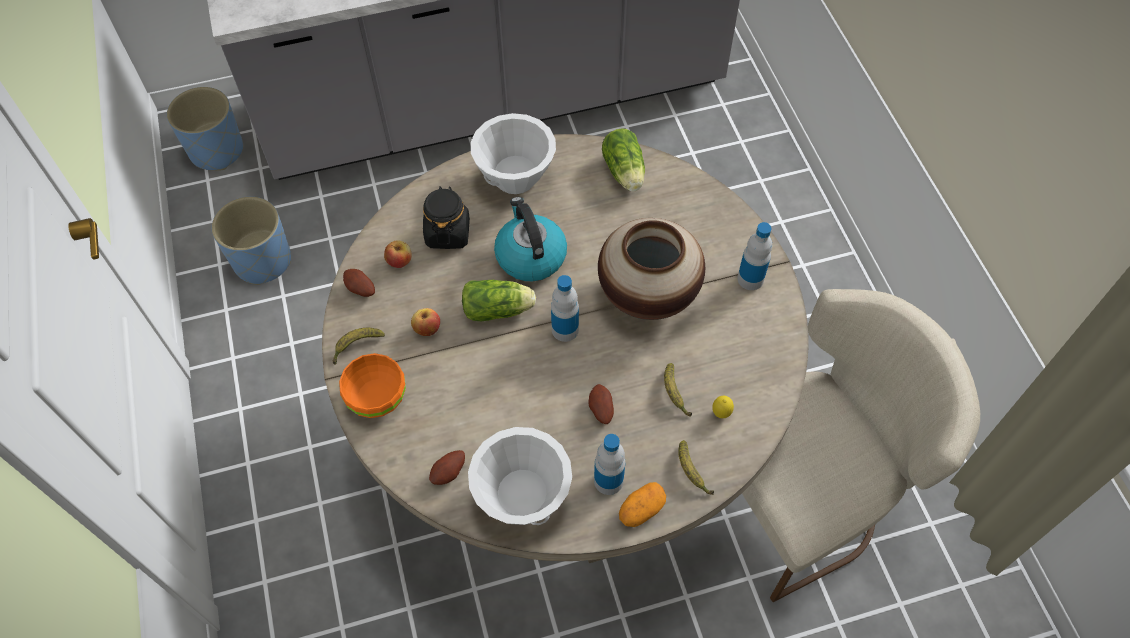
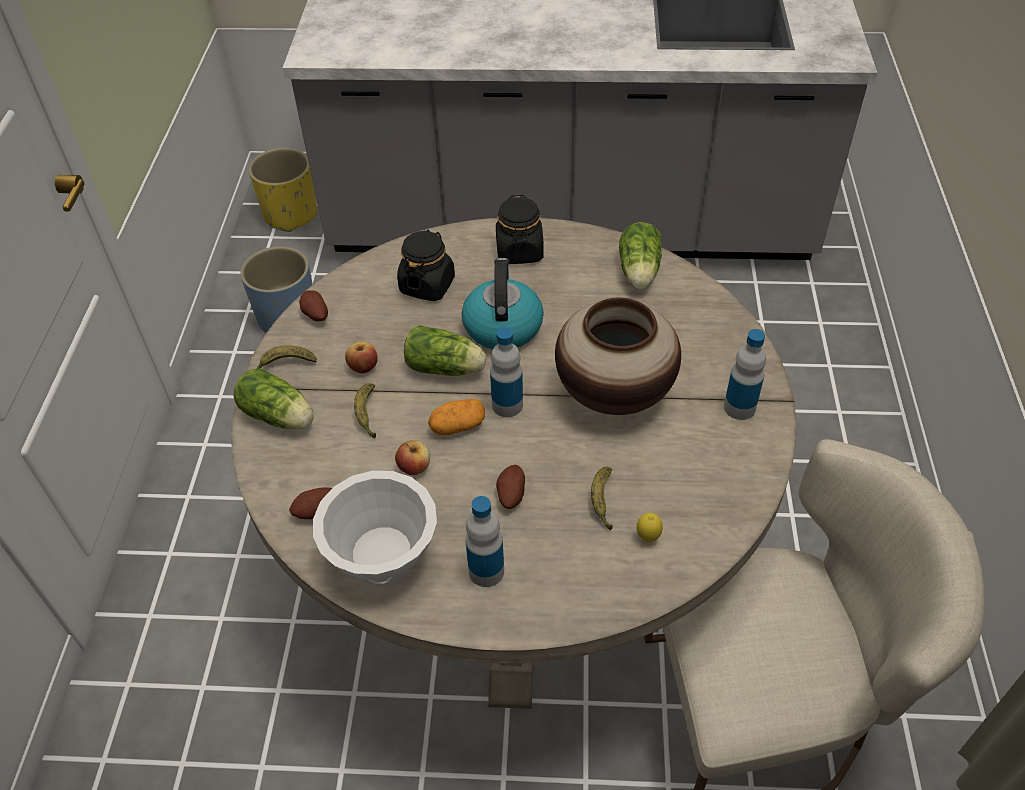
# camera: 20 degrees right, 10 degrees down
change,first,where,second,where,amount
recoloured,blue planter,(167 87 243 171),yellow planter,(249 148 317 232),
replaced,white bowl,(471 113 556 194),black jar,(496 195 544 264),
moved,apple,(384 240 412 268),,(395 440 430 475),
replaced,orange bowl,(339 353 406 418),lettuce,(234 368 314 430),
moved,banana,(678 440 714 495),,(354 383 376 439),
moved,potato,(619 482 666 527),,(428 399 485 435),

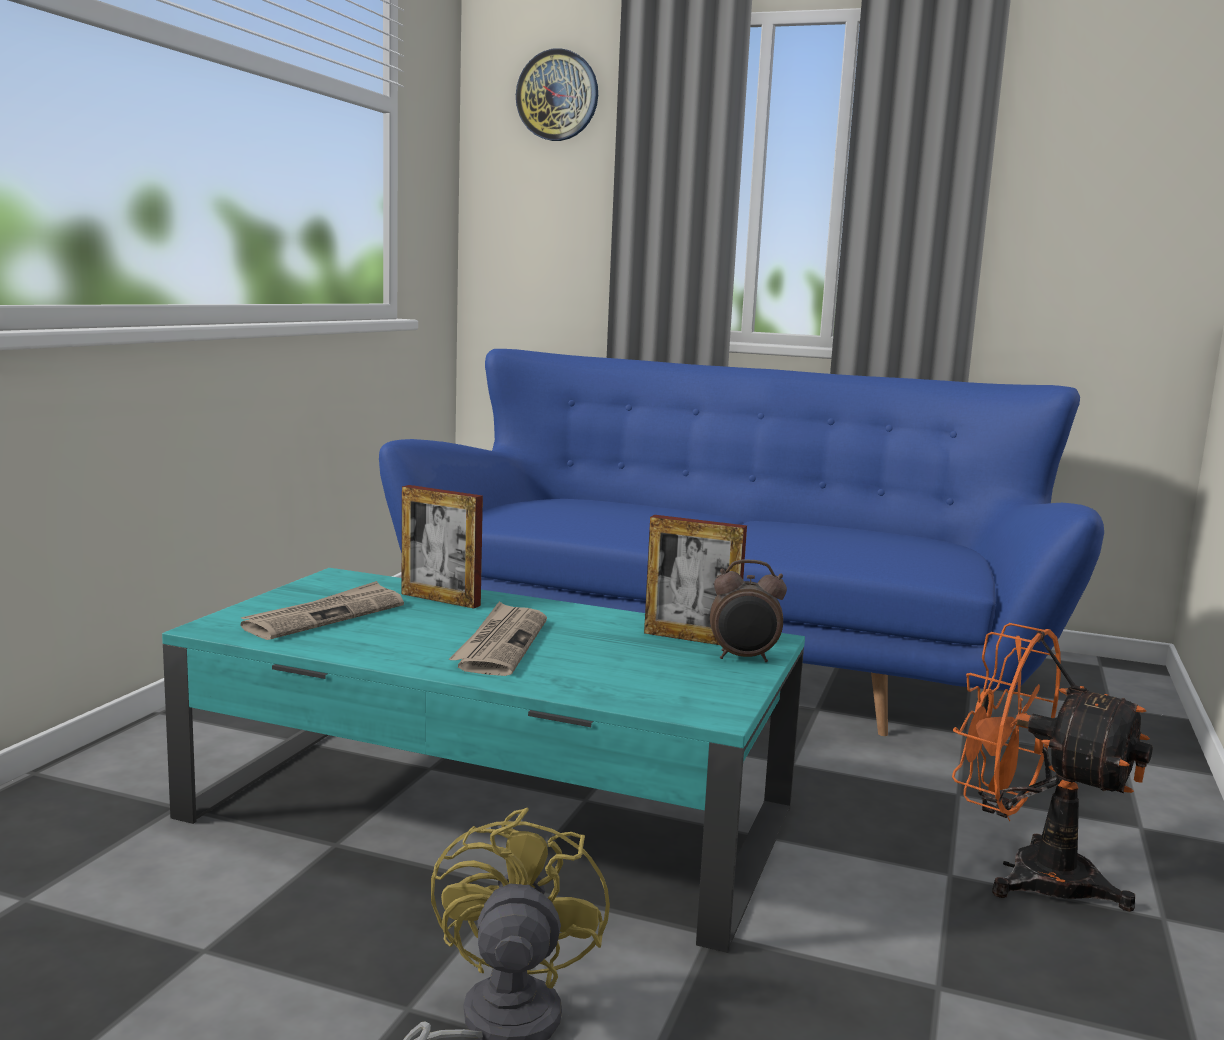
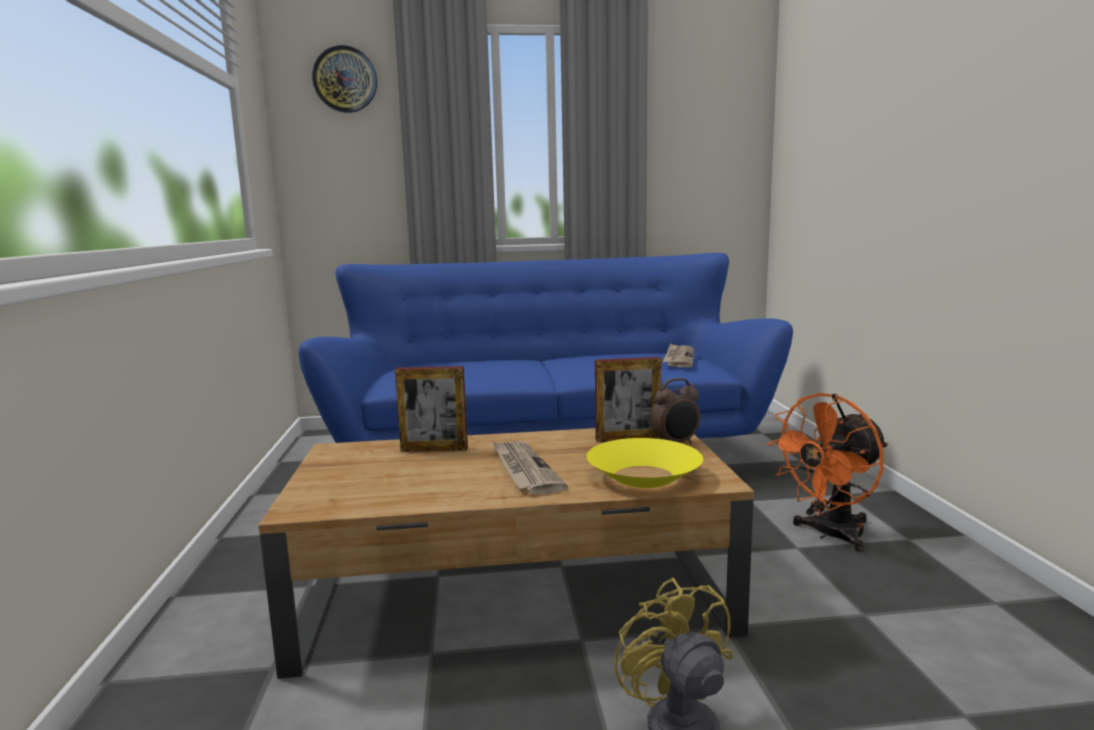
# camera: 25 degrees left, 0 degrees up
change,first,where,second,where,amount
recoloured,turquoise coffee table,(162 568 805 953),brown coffee table,(258 428 754 679),
moved,newspaper,(241 581 404 640),,(662 343 694 367),
turned,orange fan,(952 623 1153 912),,(767 393 888 552),45 degrees counterclockwise
added,,,yellow bowl,(586 438 703 488),

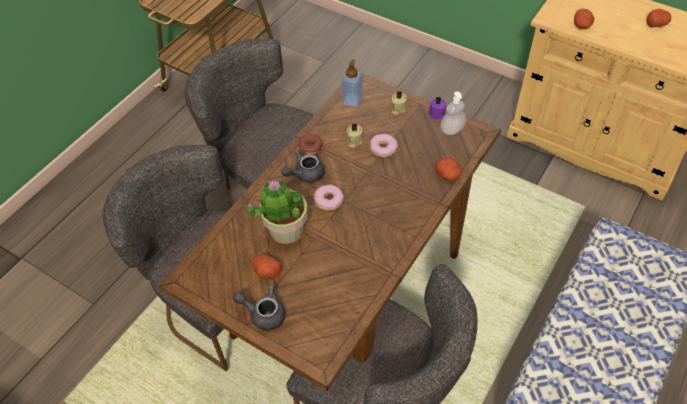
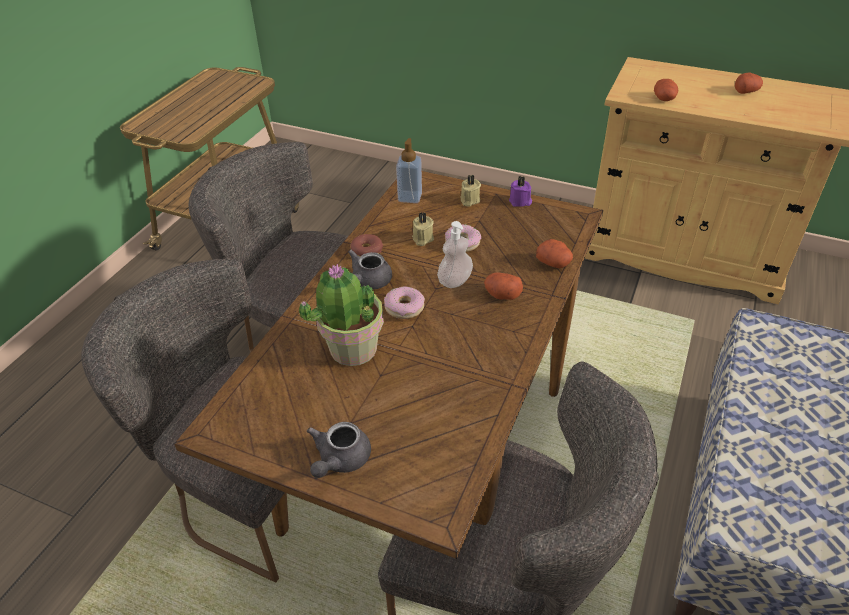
# camera: 10 degrees left, 10 degrees down
change,first,where,second,where,amount
moved,soap dispenser,(440 91 466 135),,(437 221 473 288),
moved,potato,(252 254 282 279),,(484 272 523 300),
turned,grey teapot,(233 285 286 331),,(307 422 371 478),75 degrees counterclockwise

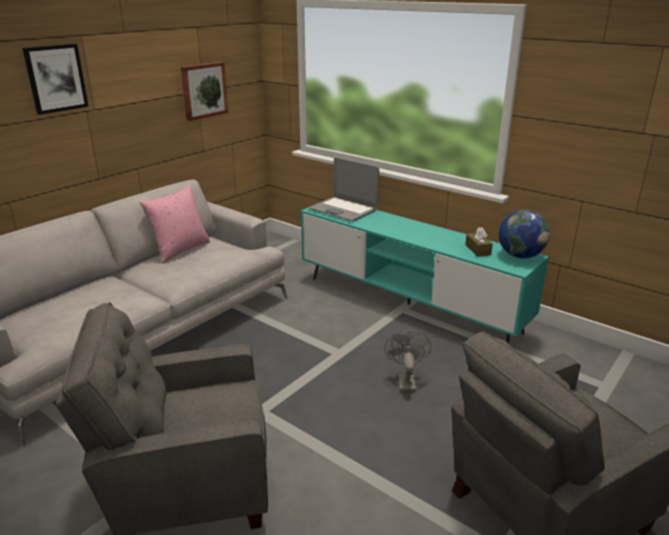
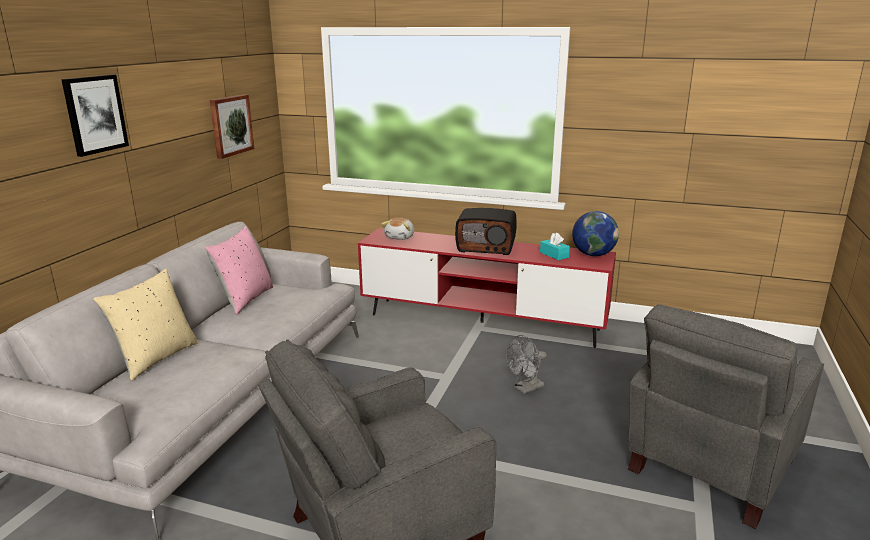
# camera: 20 degrees left, 5 degrees down
change,first,where,second,where,amount
replaced,laptop,(309 158 379 221),plush toy,(382 218 414 240),
recoloured,turquoise tv stand,(301 207 549 343),red tv stand,(358 228 616 348),
recoloured,brown tissue box,(465 227 493 257),turquoise tissue box,(540 233 570 260),
turned,grey fan,(384 330 431 392),,(506 335 547 394),105 degrees counterclockwise
added,,,radio,(455 208 517 255),
added,,,beige pillow,(93 268 198 381),

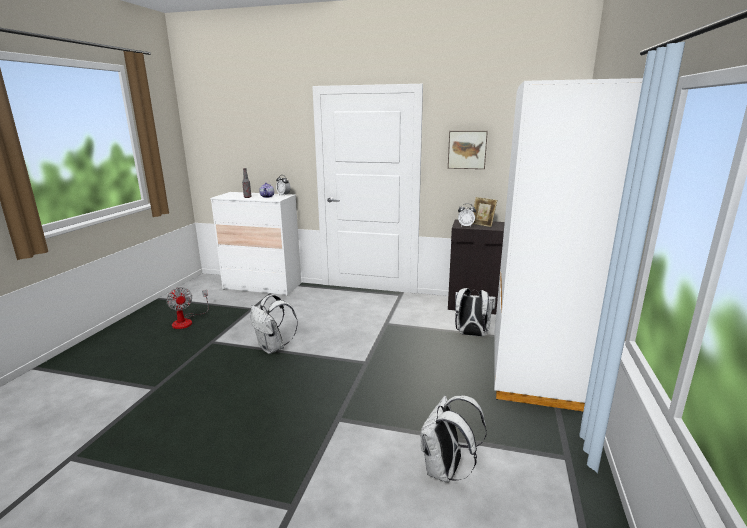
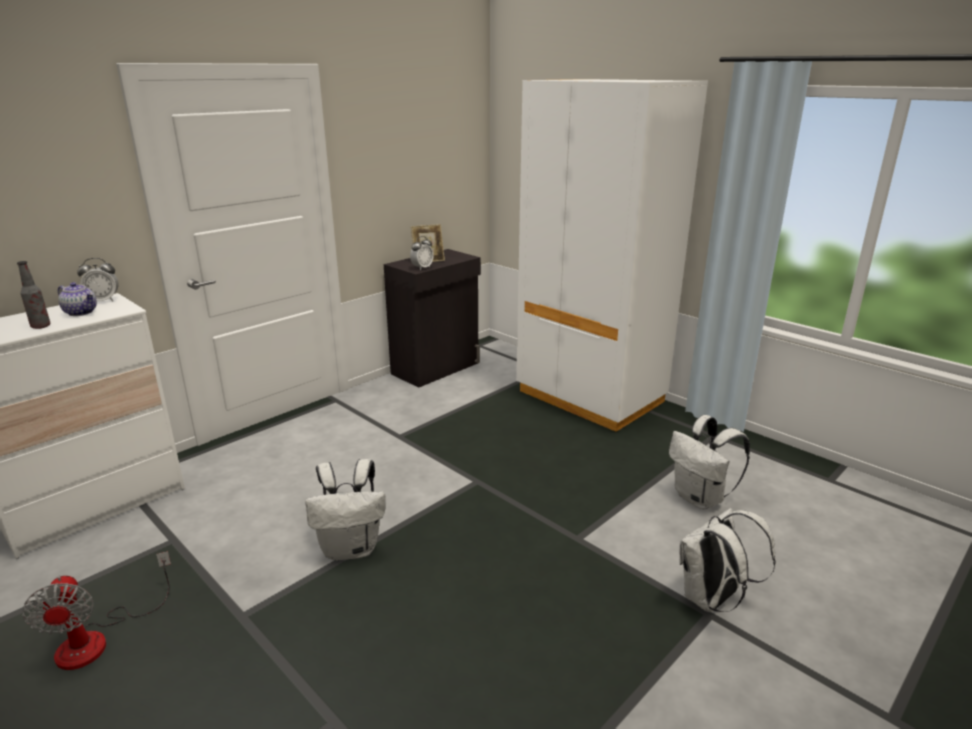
# camera: 60 degrees left, 5 degrees up
change,first,where,second,where,amount
removed,picture,(448 131 488 169),,,
turned,fan,(166 287 209 329),,(22 551 171 670),75 degrees clockwise
moved,white backpack,(455 288 496 337),,(679 508 776 612),

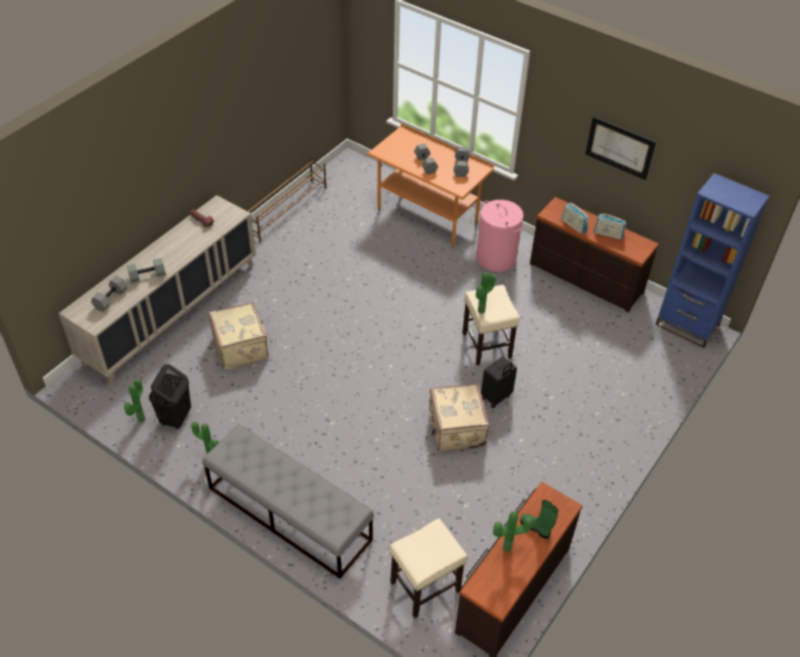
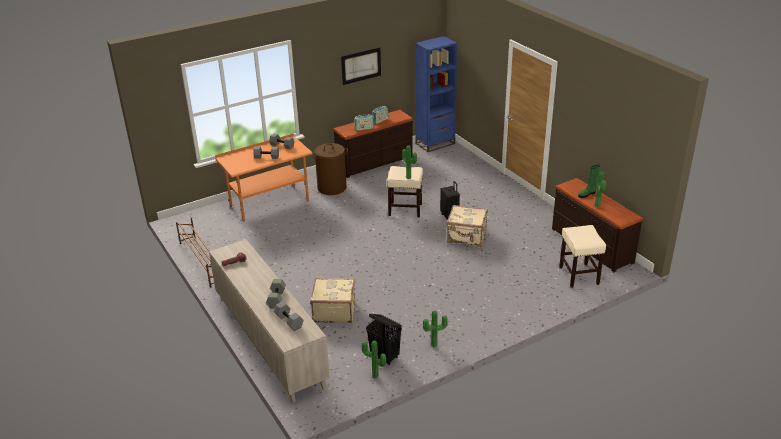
# camera: 65 degrees left, 15 degrees down
change,first,where,second,where,amount
recoloured,pink laundry basket,(476 200 524 272),brown laundry basket,(312 143 348 195),
removed,grey bench,(202 424 374 579),,,

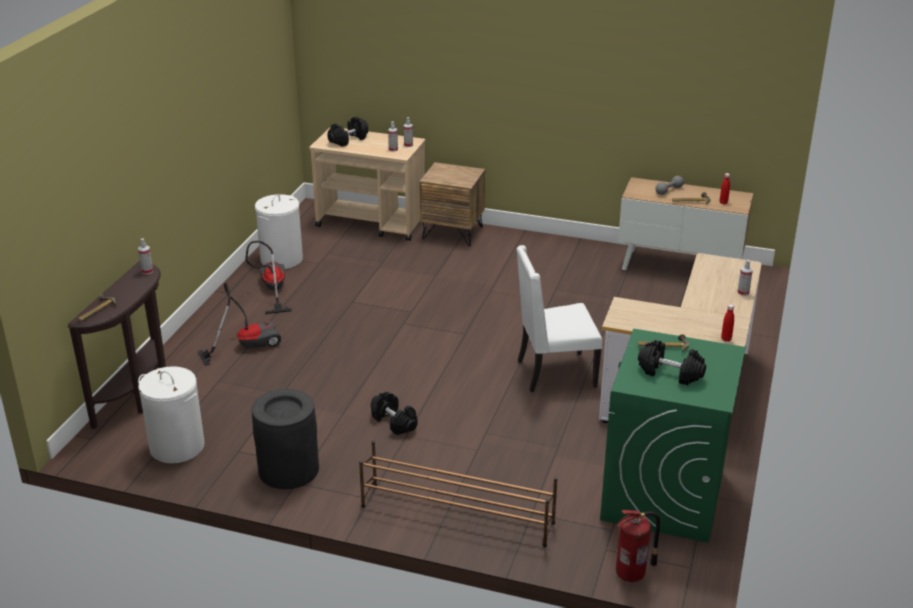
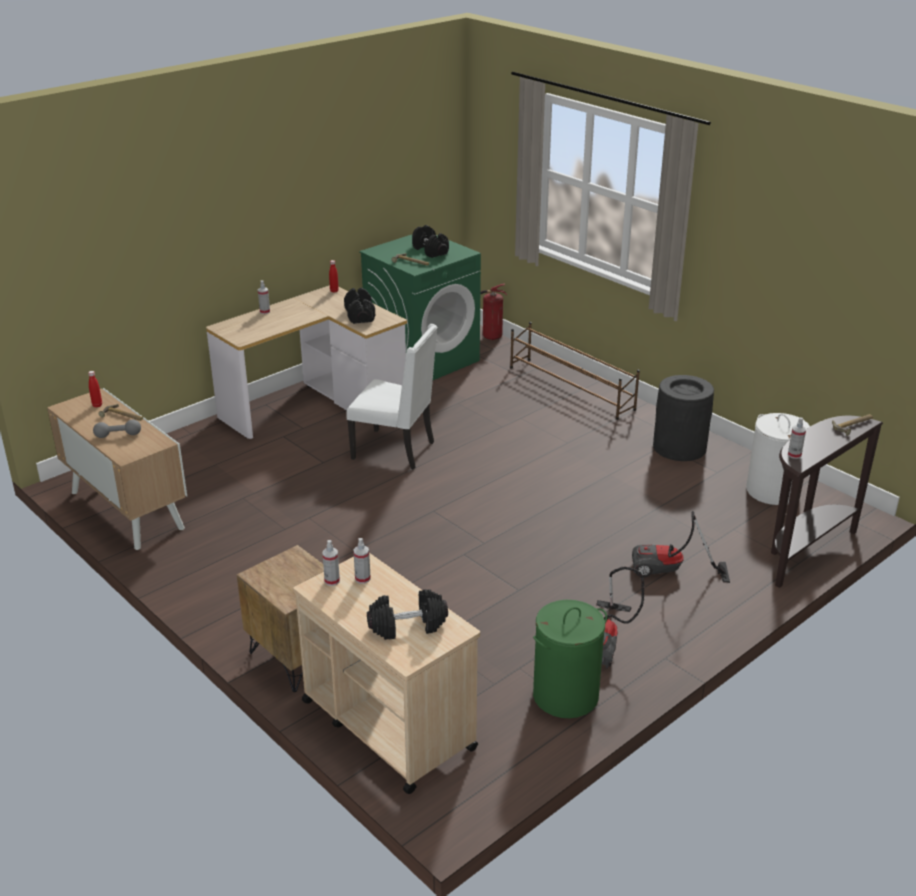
# camera: 150 degrees left, 0 degrees up
change,first,where,second,where,amount
recoloured,white laundry basket,(255 194 303 269),green laundry basket,(533 600 607 718),
moved,black dumbbell,(371 392 418 435),,(344 288 375 324),

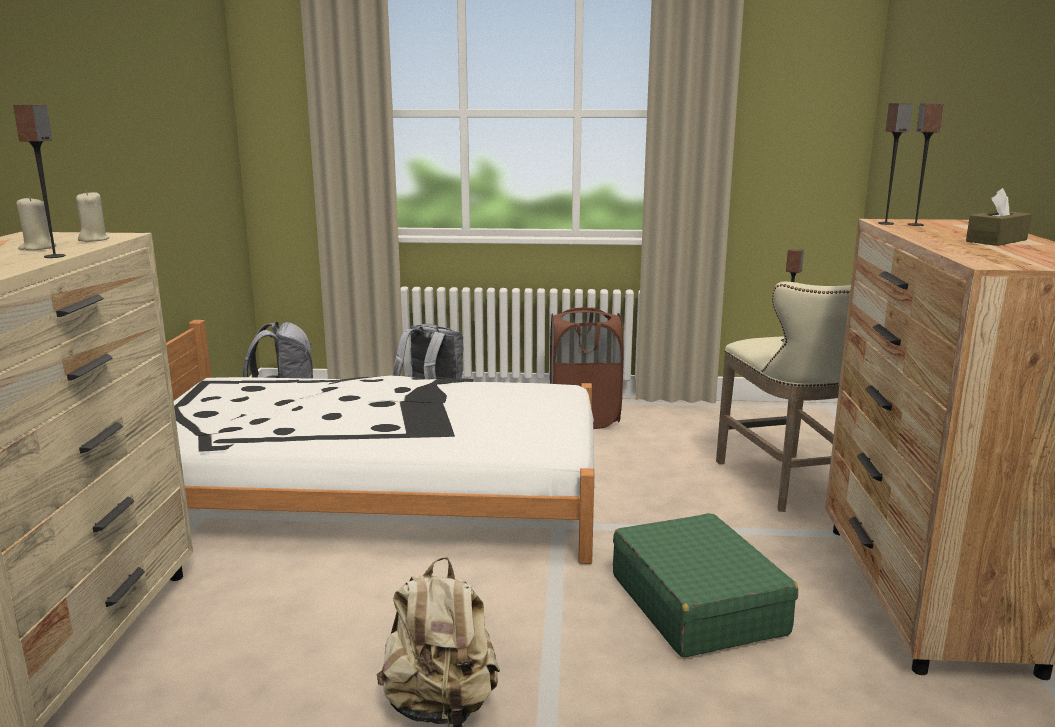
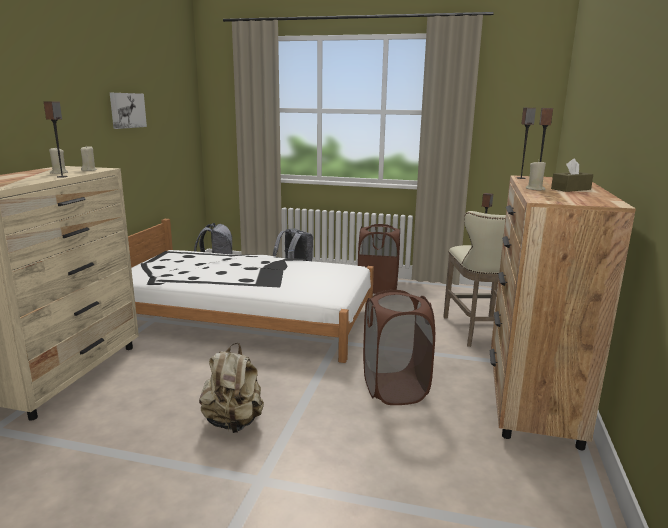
# camera: 10 degrees right, 0 degrees up
change,first,where,second,where,amount
replaced,green suitcase,(613 513 798 657),brown laundry basket,(363 290 435 405),
added,,,picture,(110 93 147 129),
added,,,beige candle,(526 160 546 191),

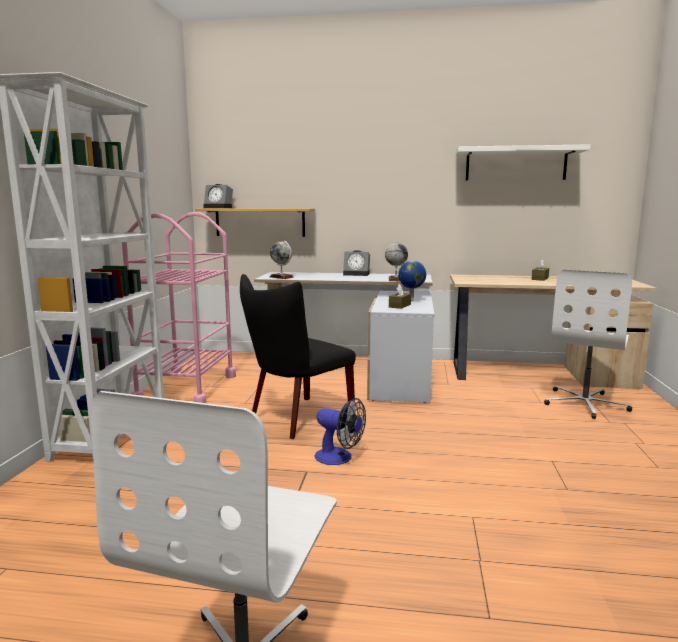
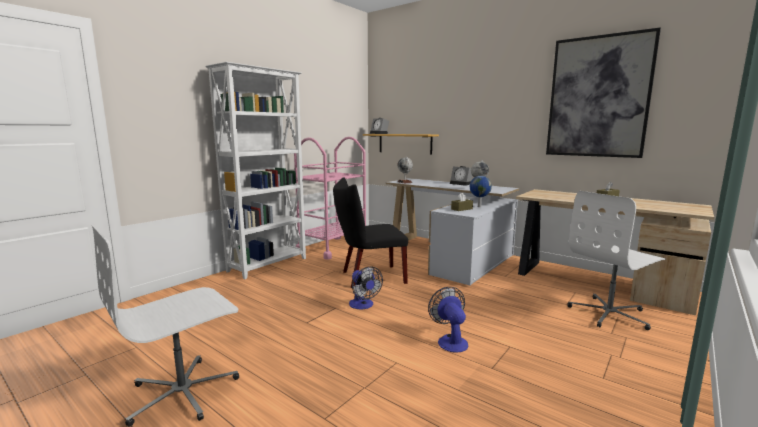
# camera: 30 degrees right, 0 degrees up
change,first,where,second,where,amount
replaced,white shelf,(456 144 591 180),picture,(546 27 661 158),
added,,,fan,(428 287 468 353),

